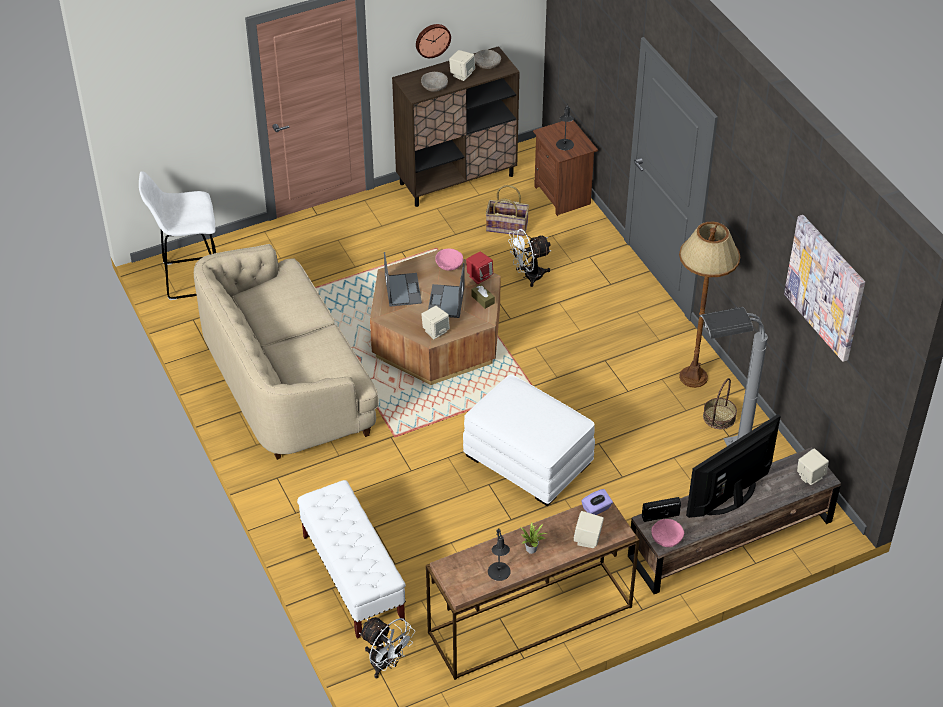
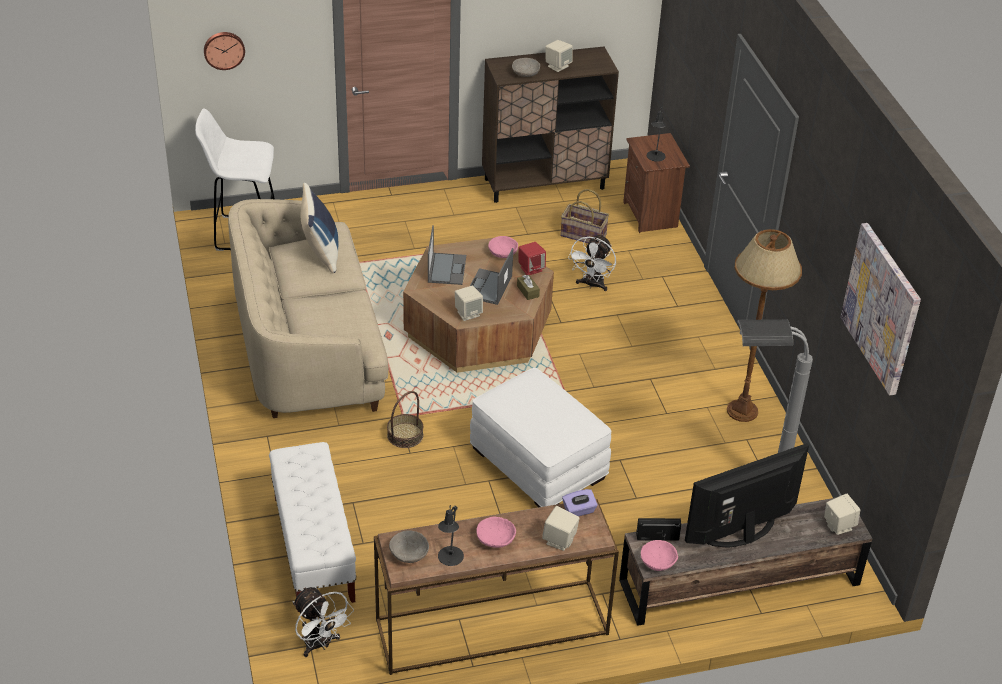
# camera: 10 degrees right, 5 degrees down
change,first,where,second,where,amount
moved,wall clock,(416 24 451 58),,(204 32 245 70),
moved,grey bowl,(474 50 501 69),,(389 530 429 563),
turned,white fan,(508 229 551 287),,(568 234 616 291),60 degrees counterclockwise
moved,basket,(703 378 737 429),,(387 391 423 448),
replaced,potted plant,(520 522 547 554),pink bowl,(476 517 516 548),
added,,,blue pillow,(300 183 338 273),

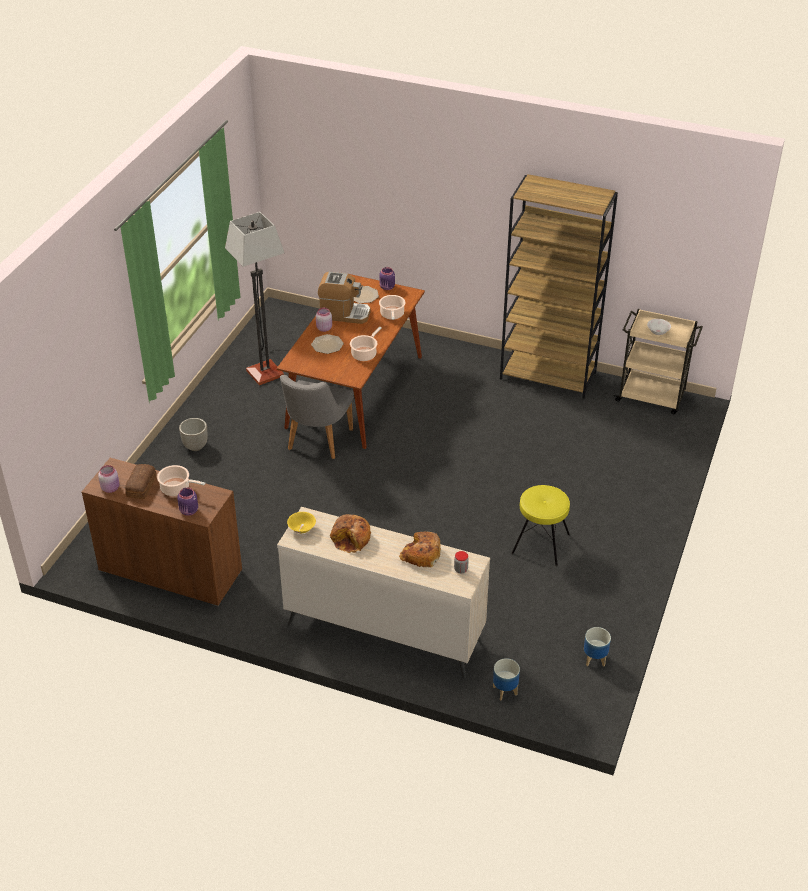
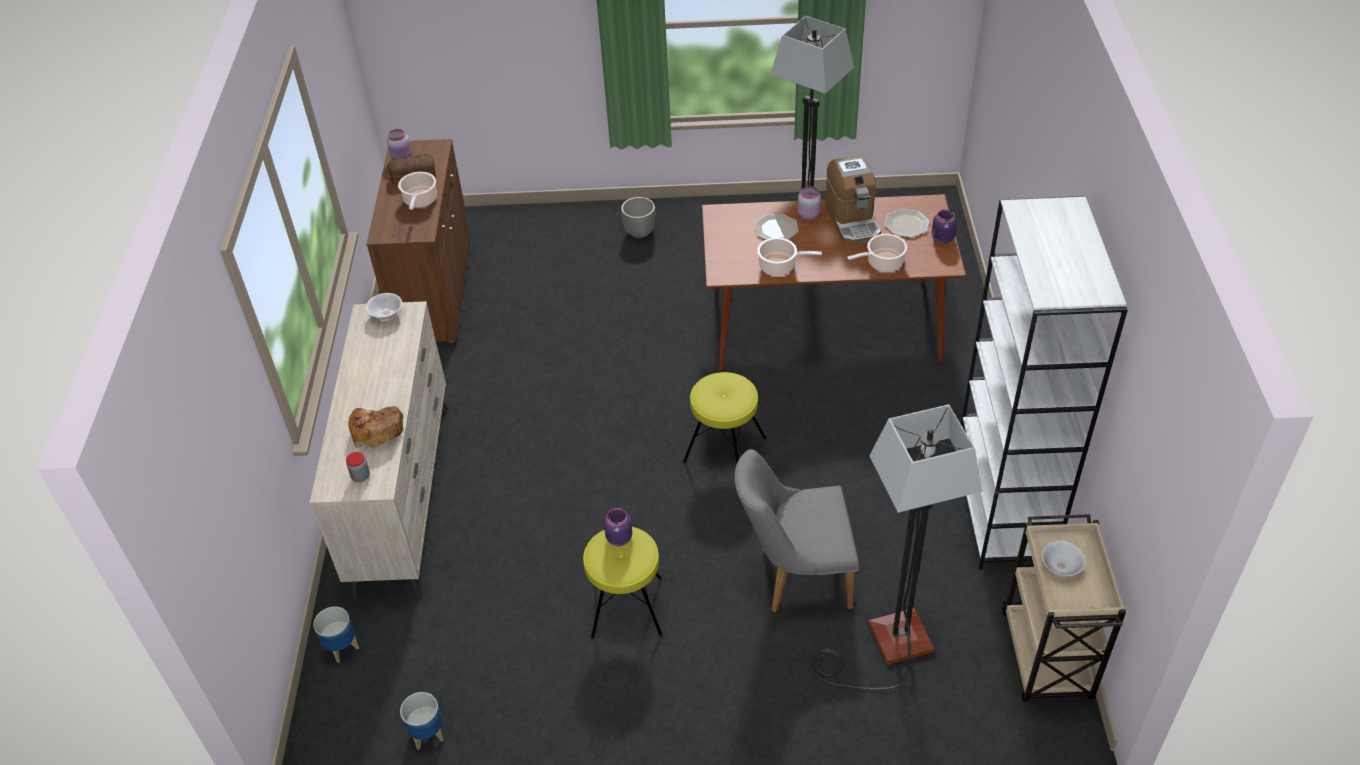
# camera: 70 degrees right, 5 degrees up
change,first,where,second,where,amount
recoloured,brown bookcase,(500 174 618 399),white bookcase,(961 196 1128 570),
moved,grey chair,(280 375 354 459),,(735 449 859 613),
moved,purple jar,(177 488 198 516),,(604 508 632 546),
recoloured,yellow bowl,(287 512 316 533),white bowl,(366 293 402 320),
removed,bread,(330 514 371 553),,,
added,,,yellow stool,(683 372 767 464),
added,,,floor lamp,(810 404 982 690),

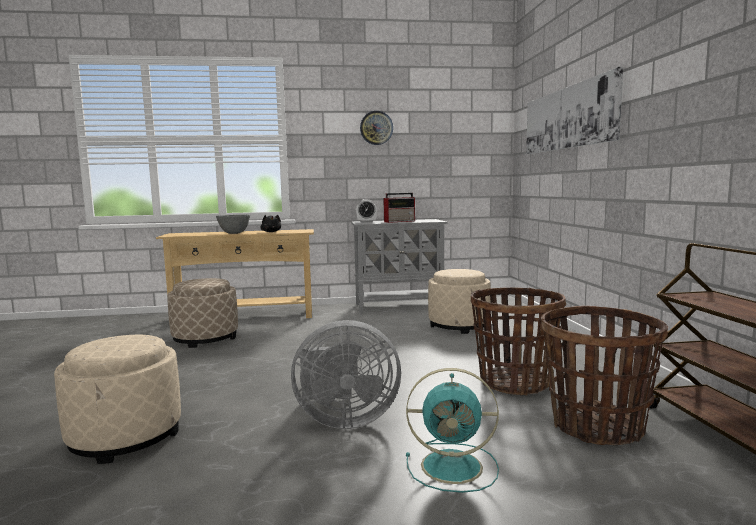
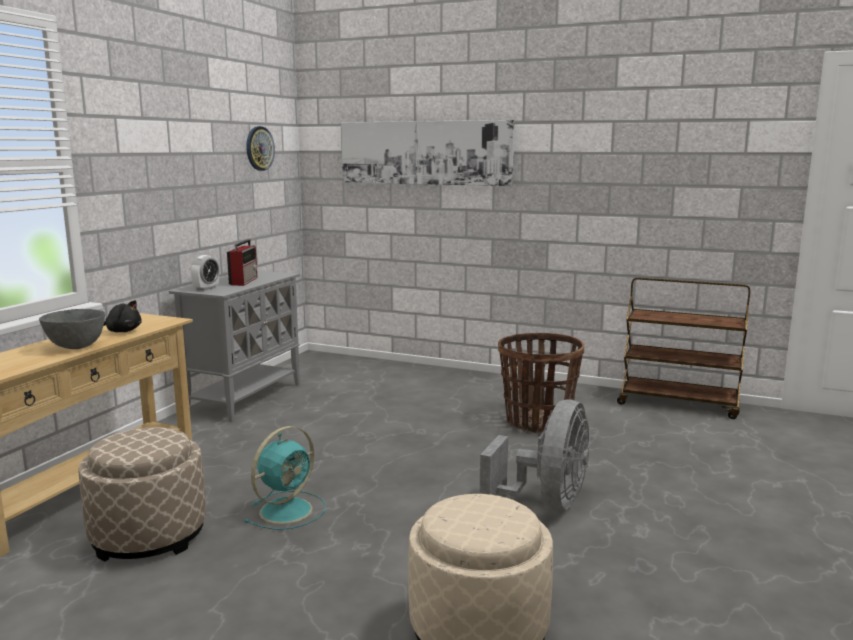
# camera: 60 degrees left, 5 degrees up
change,first,where,second,where,amount
moved,wall clock,(360 111 393 145),,(246 126 275 171),
removed,beige ottoman,(428 269 491 334),,,
removed,basket,(541 306 668 445),,,
moved,turquoise fan,(406 368 499 493),,(244 426 326 530),

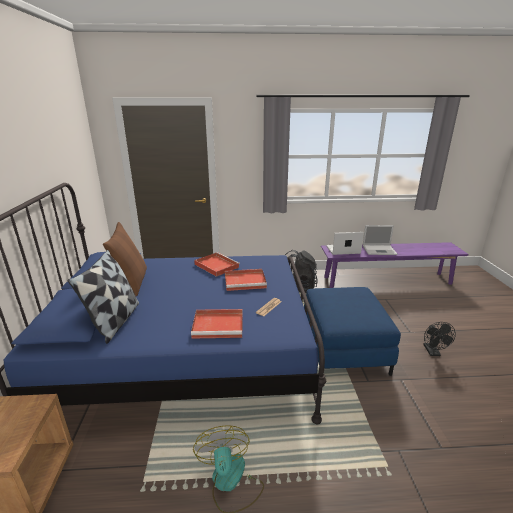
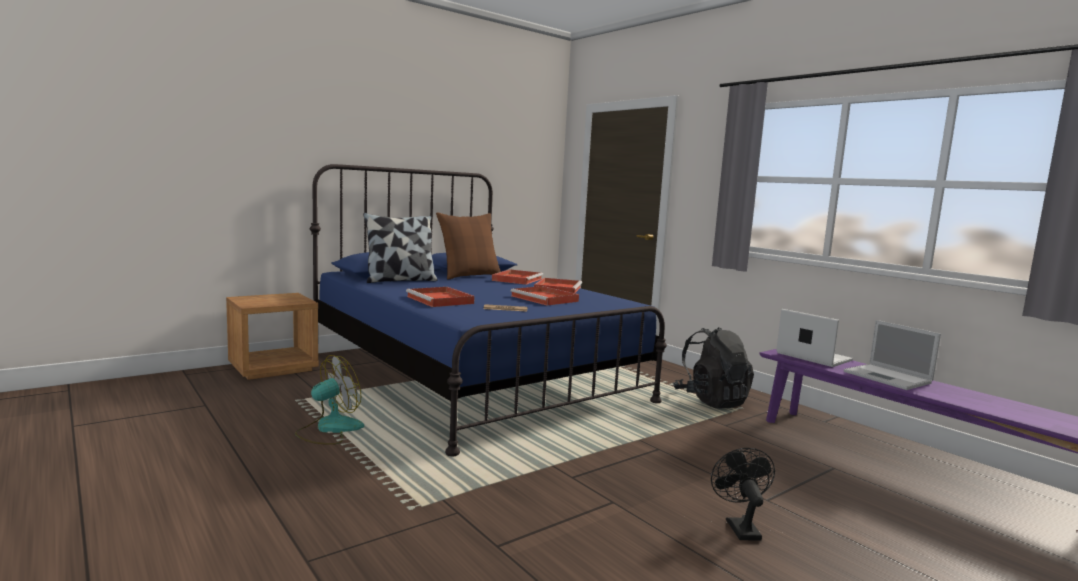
# camera: 55 degrees right, 15 degrees down
change,first,where,second,where,amount
removed,blue ottoman,(304 287 401 376),,,
turned,black fan,(423 322 456 356),,(711 448 775 541),120 degrees clockwise
added,,,red tray,(492 269 543 285),

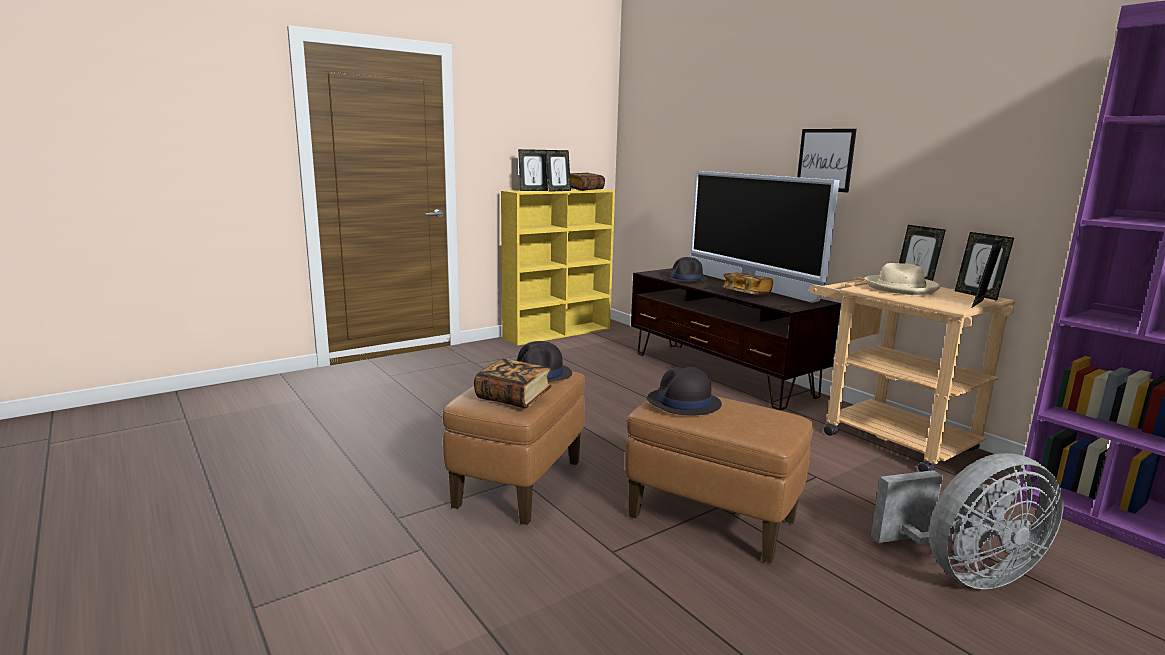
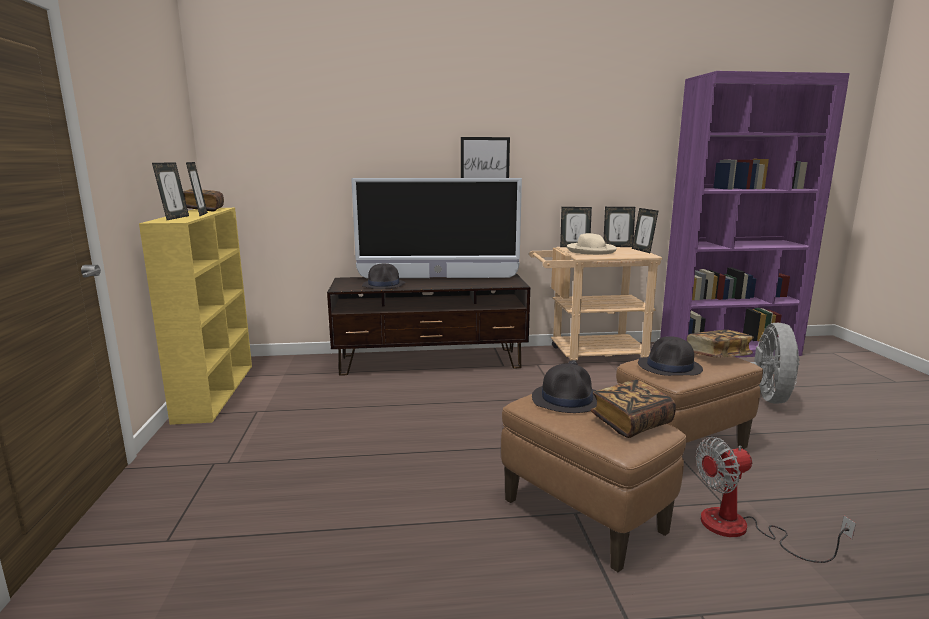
# camera: 60 degrees left, 0 degrees up
change,first,where,second,where,amount
moved,book,(722 273 773 295),,(687 330 754 358),
added,,,fan,(696 437 856 563),

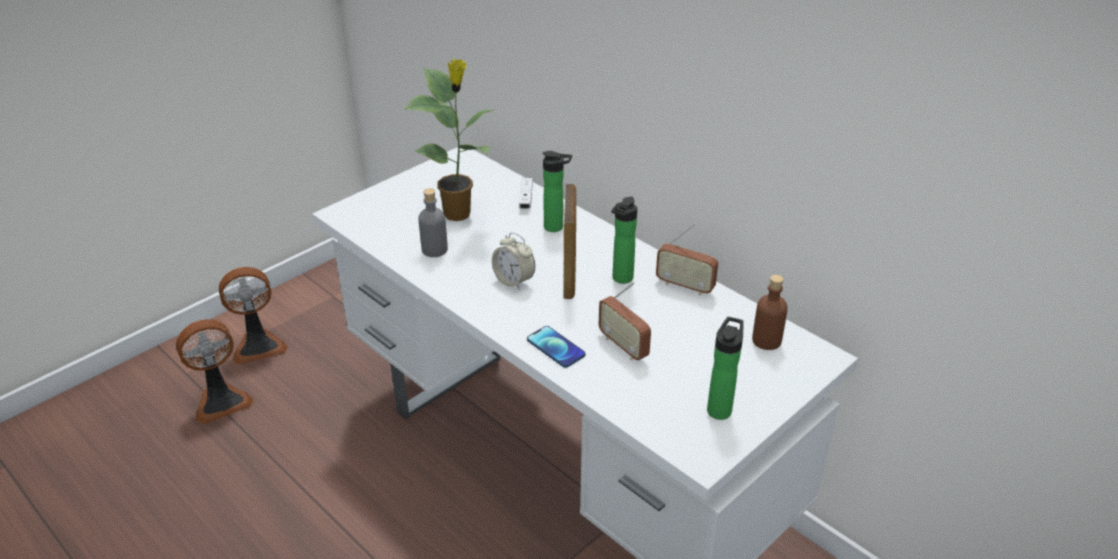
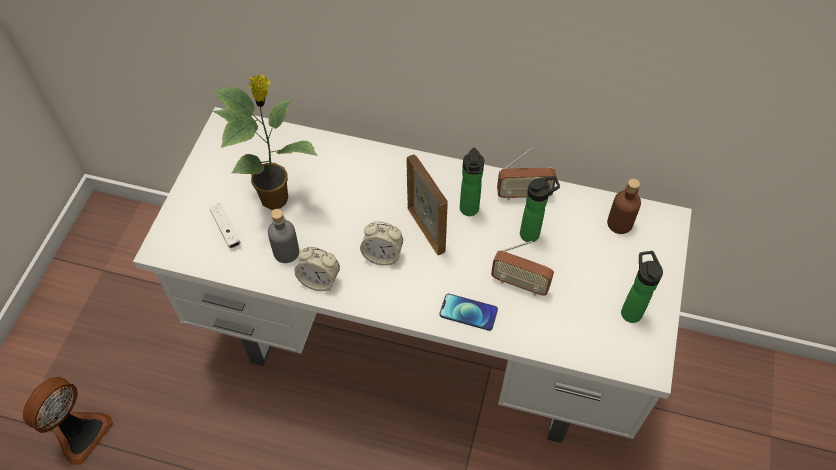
# camera: 30 degrees left, 20 degrees up
change,first,where,second,where,amount
moved,bottle,(543 151 572 232),,(520 176 560 242),
moved,white game controller,(519 178 533 209),,(210 204 241 248),
removed,fan,(219 267 288 365),,,
added,,,alarm clock,(295 247 340 291),

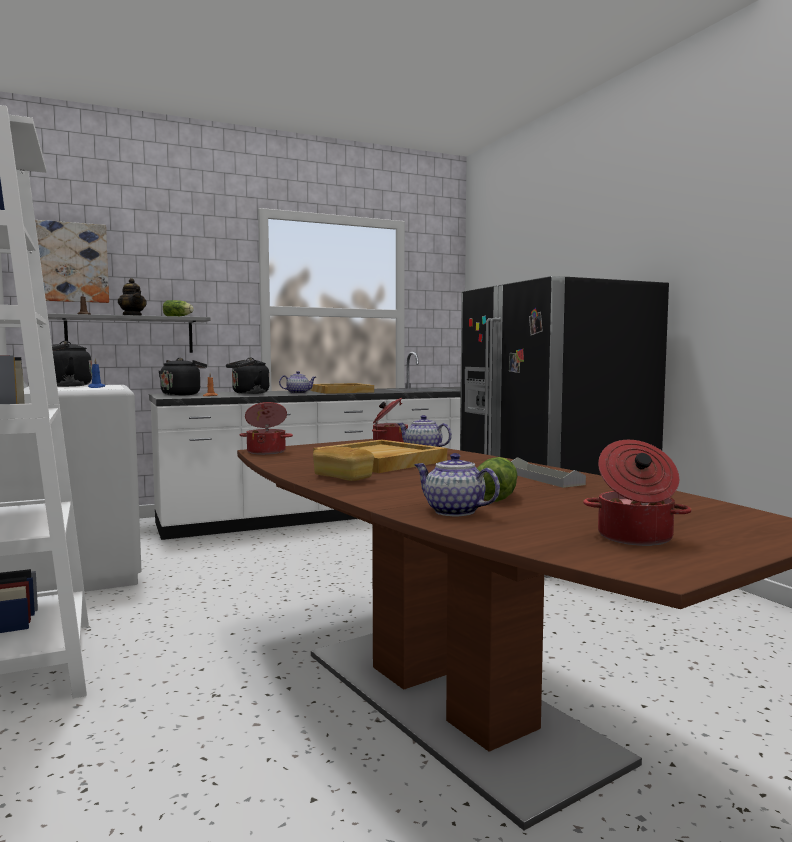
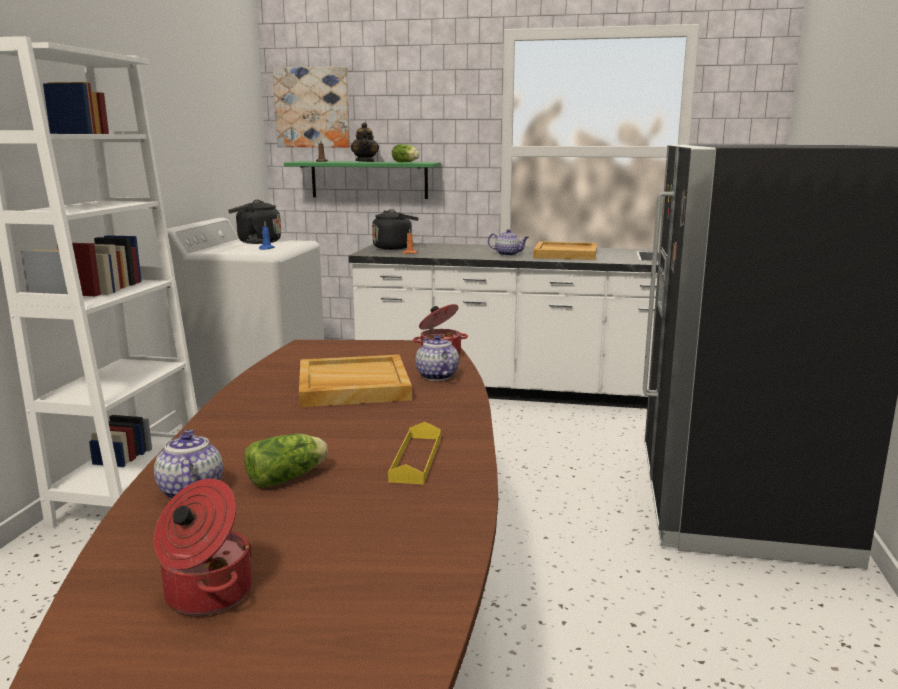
# camera: 35 degrees right, 10 degrees up
change,first,where,second,where,amount
recoloured,grey shelf,(48 313 210 353),green shelf,(284 161 441 199),
removed,black kettle,(226 358 269 394),,,
removed,cooking pot,(240 402 293 455),,,
removed,bread,(313 447 374 481),,,
recoloured,grey tray,(511 457 586 488),yellow tray,(388 422 441 485),

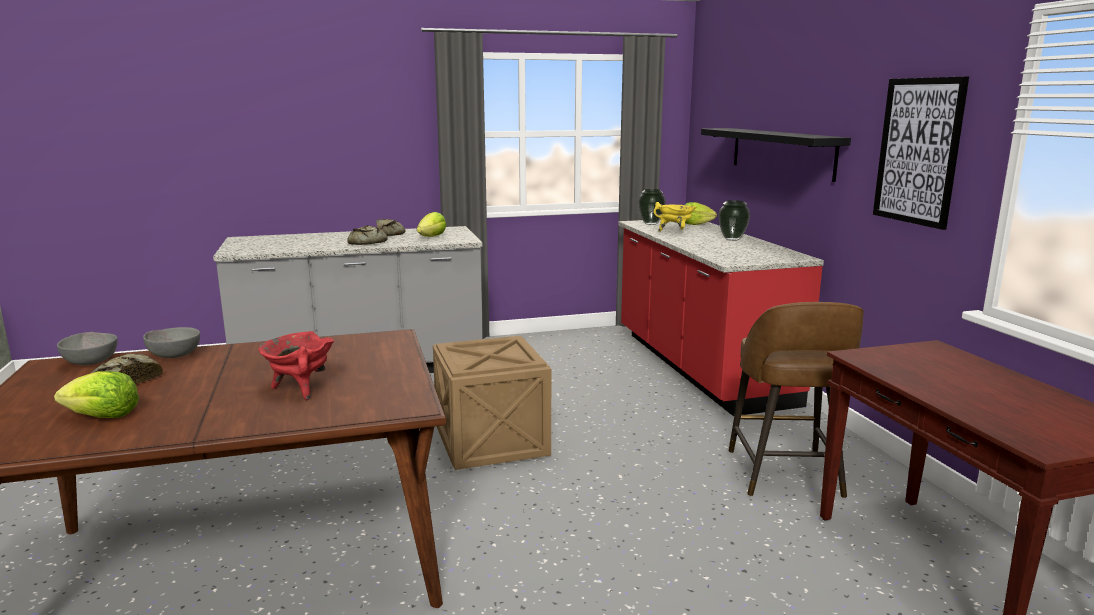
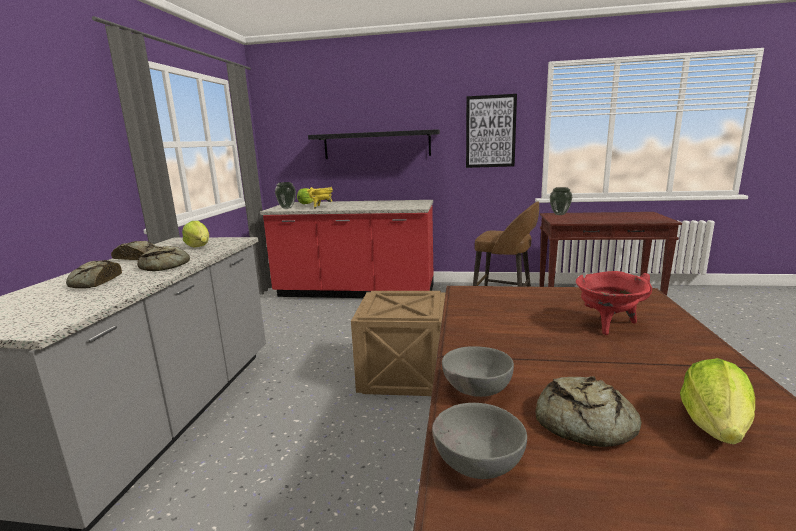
# camera: 65 degrees left, 0 degrees up
change,first,where,second,where,amount
moved,vase,(718 200 750 241),,(550 187 572 215),
added,,,bread,(66 260 122 288),

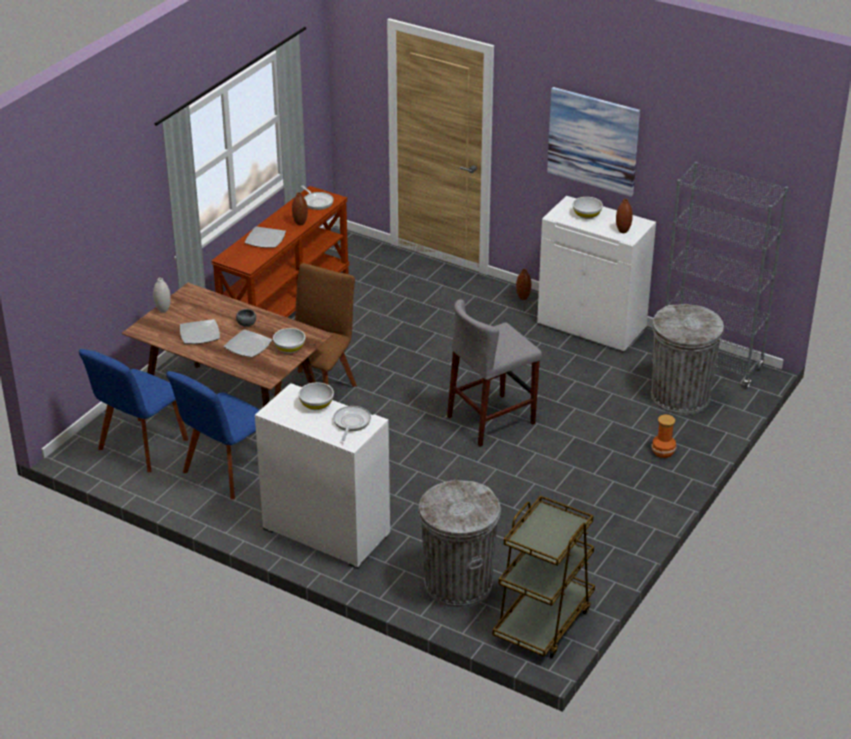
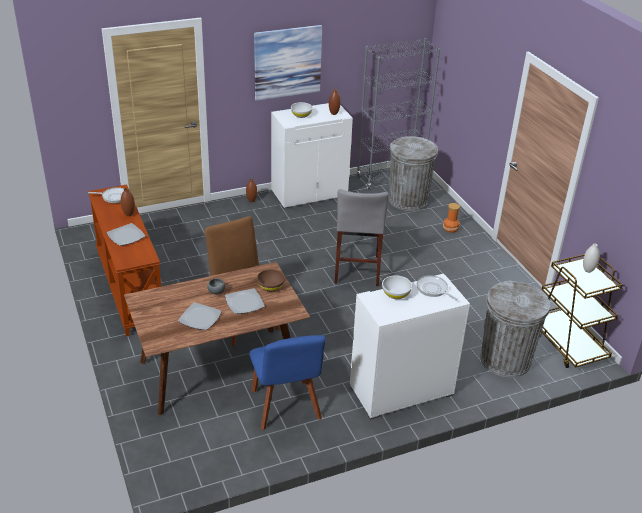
# camera: 55 degrees left, 0 degrees up
change,first,where,second,where,amount
moved,white vase,(153 278 171 313),,(583 243 600 273),
recoloured,white bowl,(273 328 305 353),brown bowl,(257 269 285 291),
removed,blue chair,(79 349 188 472),,,

